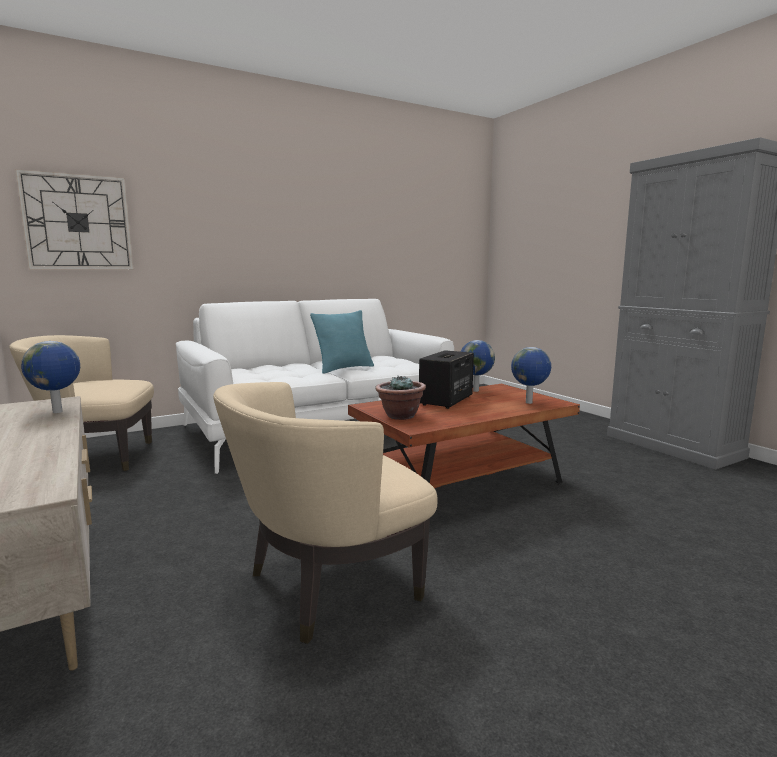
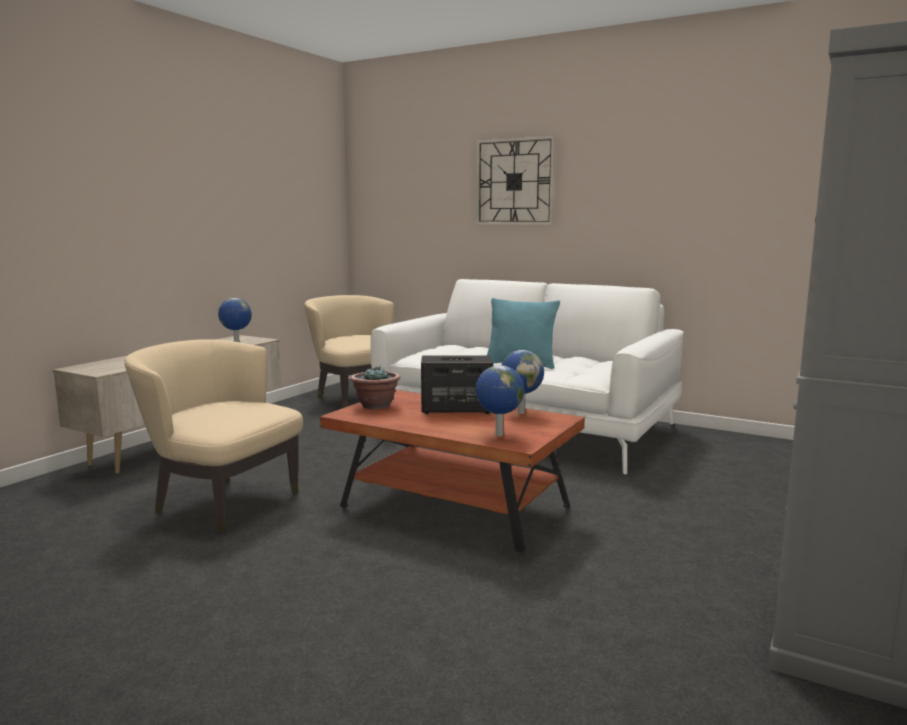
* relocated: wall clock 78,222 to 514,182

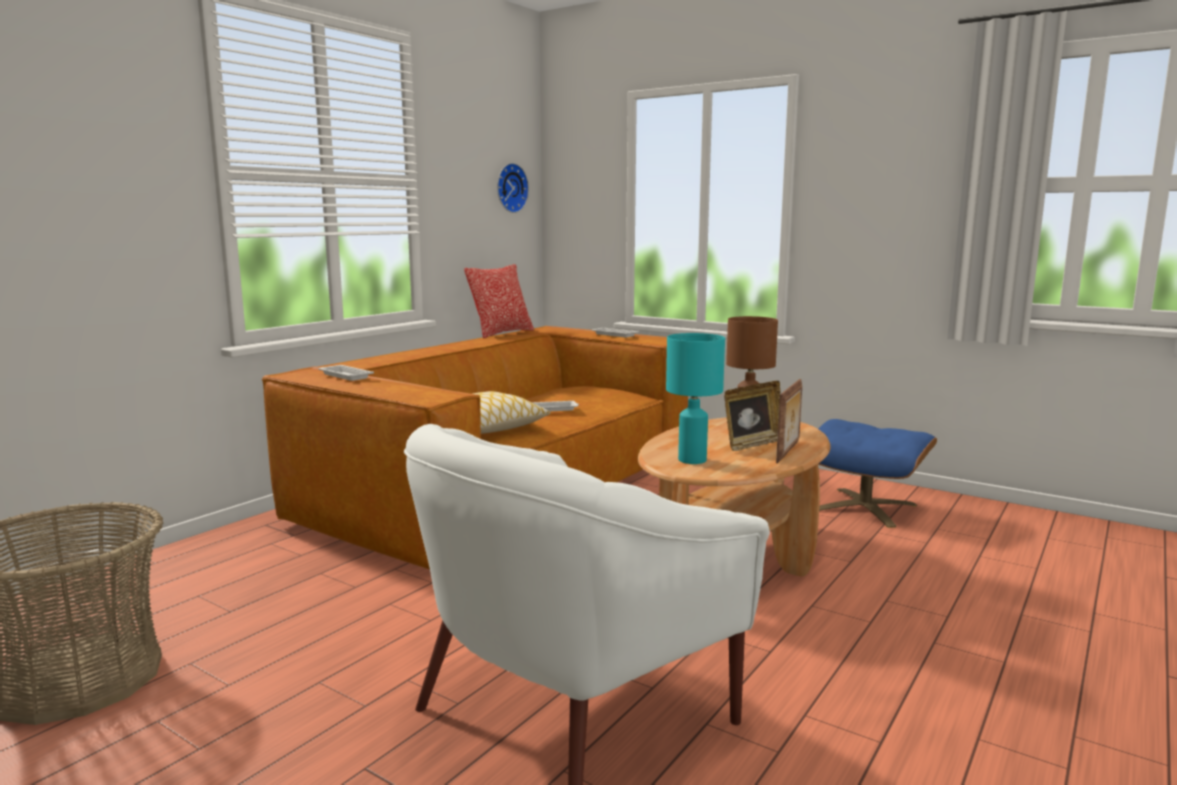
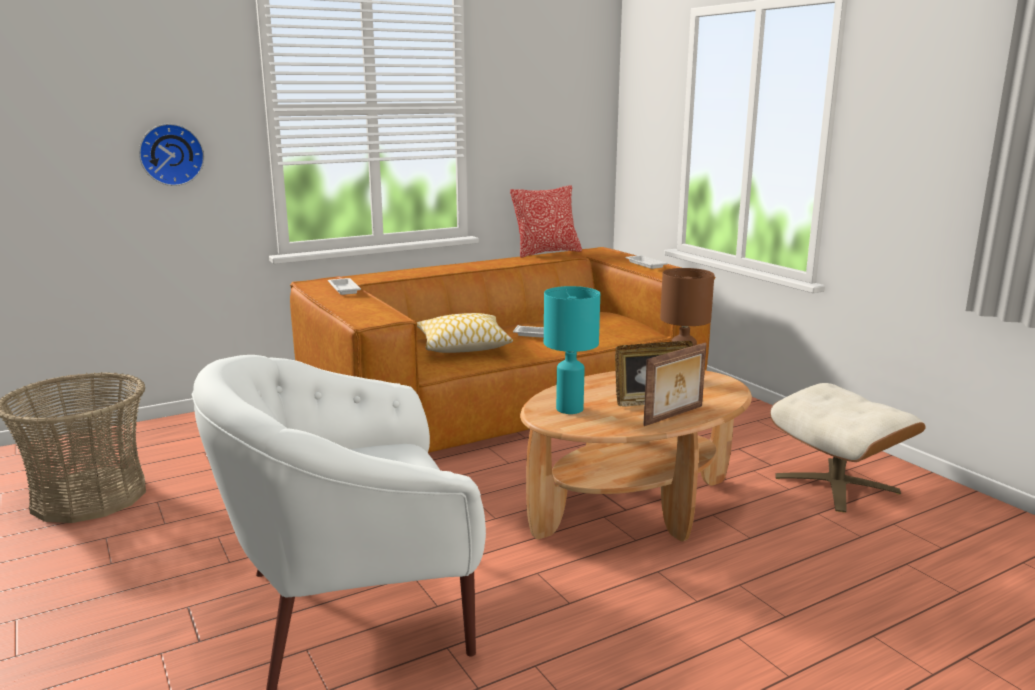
* relocated: wall clock 510,188 to 171,154
* colour: blue ottoman 865,507 to beige ottoman 837,484

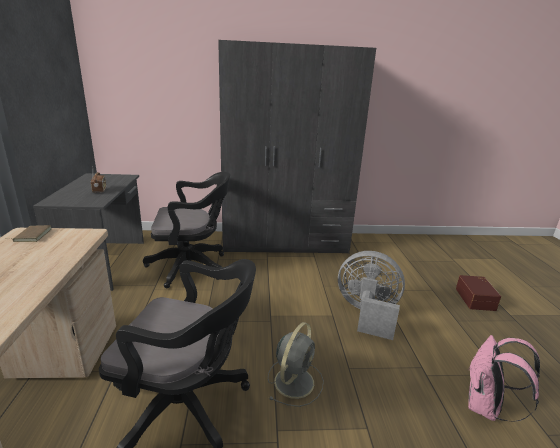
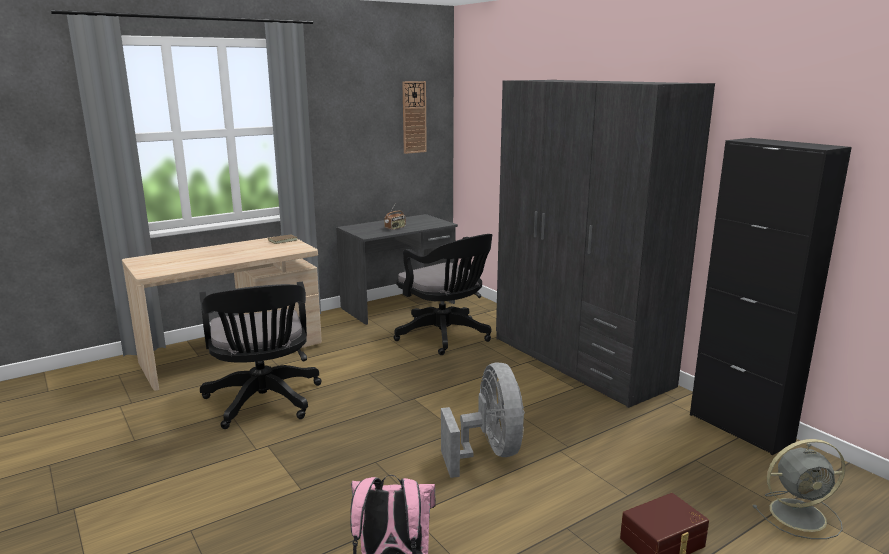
* appeared: wall clock 414,117
* appeared: black cabinet 740,428
* relocated: grey fan 295,381 to 800,514

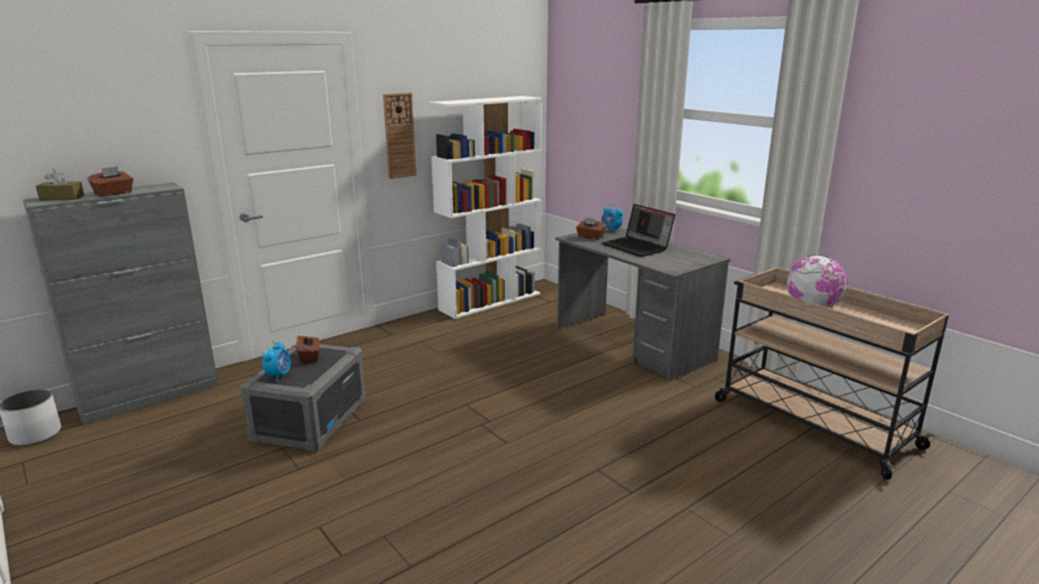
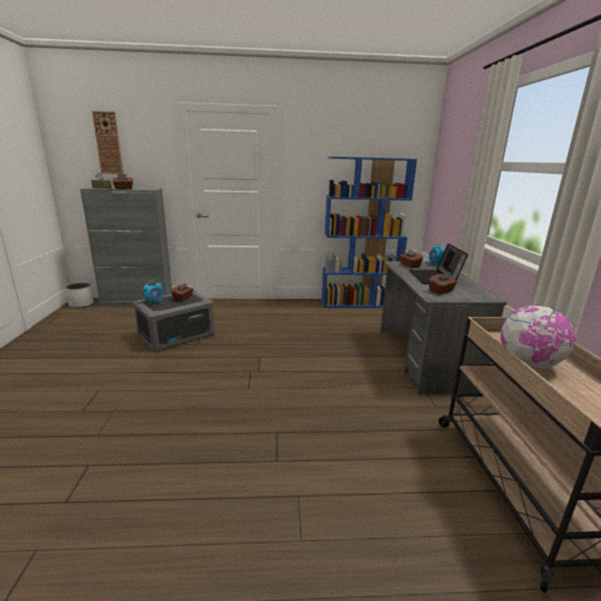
* relocated: wall clock 399,136 to 108,143
* colour: white bookcase 490,301 to blue bookcase 359,303
* appeared: brown tissue box 441,291

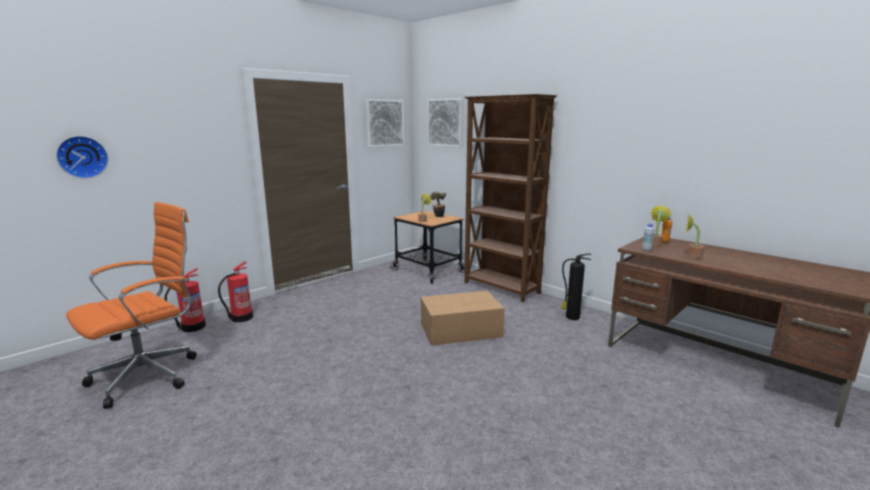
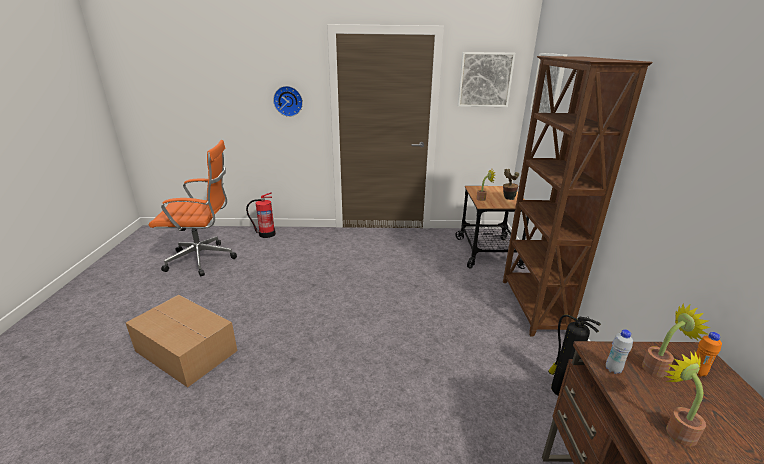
* relocated: cardboard box 462,330 to 186,352
* relocated: wall clock 82,157 to 288,101
* missing: fire extinguisher 241,318

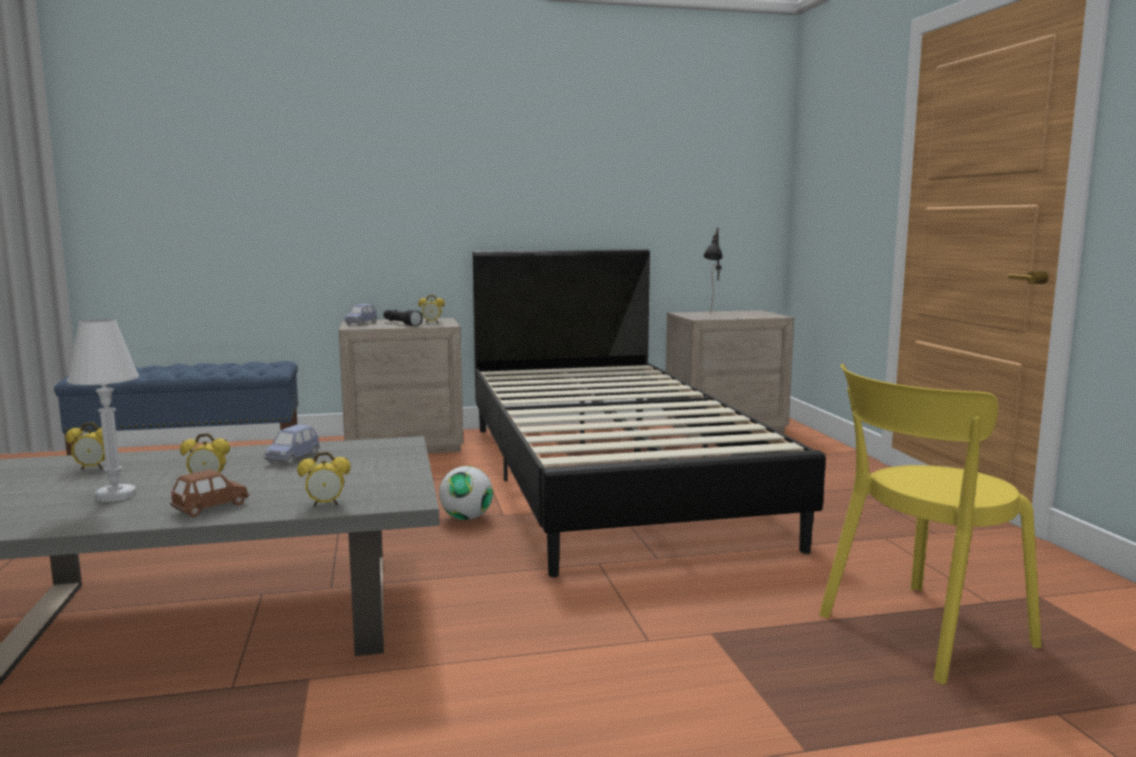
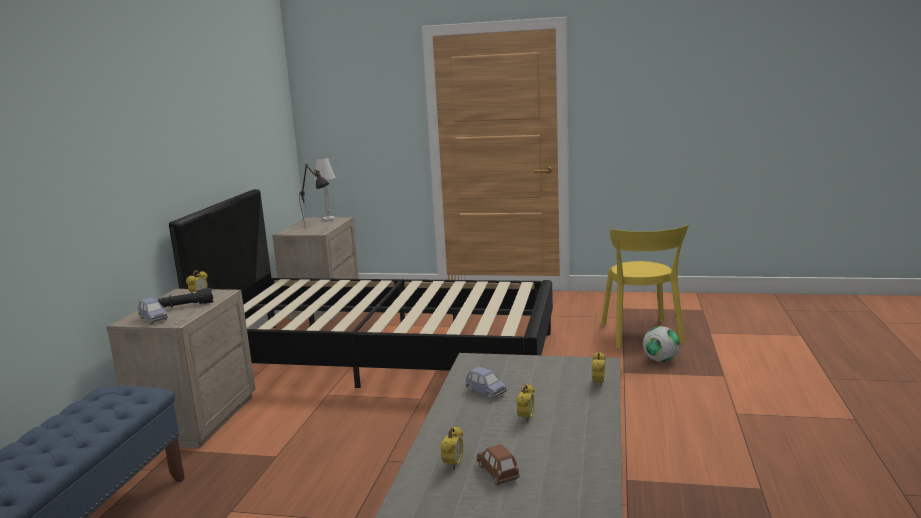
* relocated: white table lamp 115,495 to 328,219
* relocated: brown toy car 211,507 to 498,473
* relocated: football 466,518 to 660,360

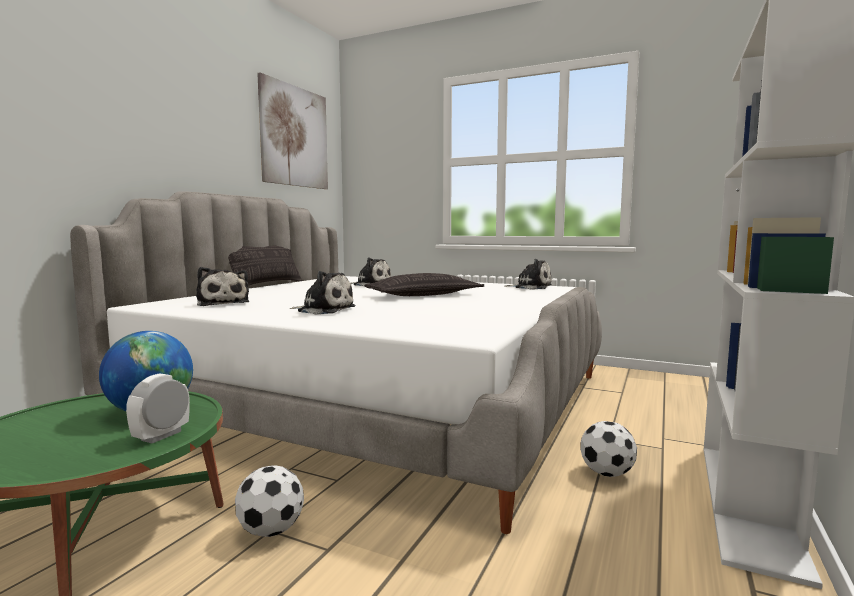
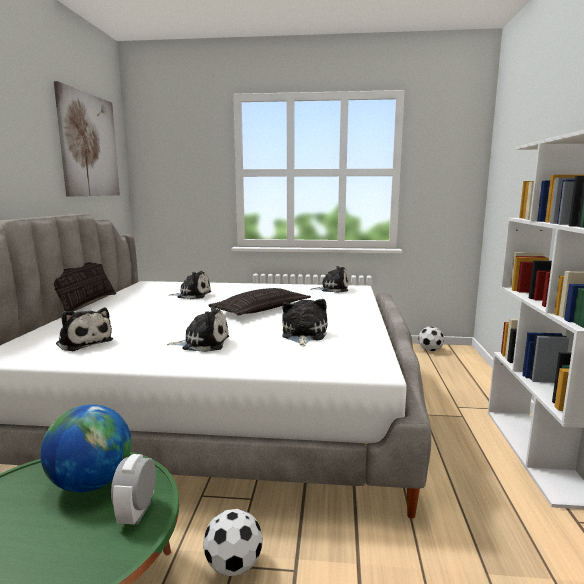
* appeared: plush toy 303,335
* relocated: football 607,473 to 430,350

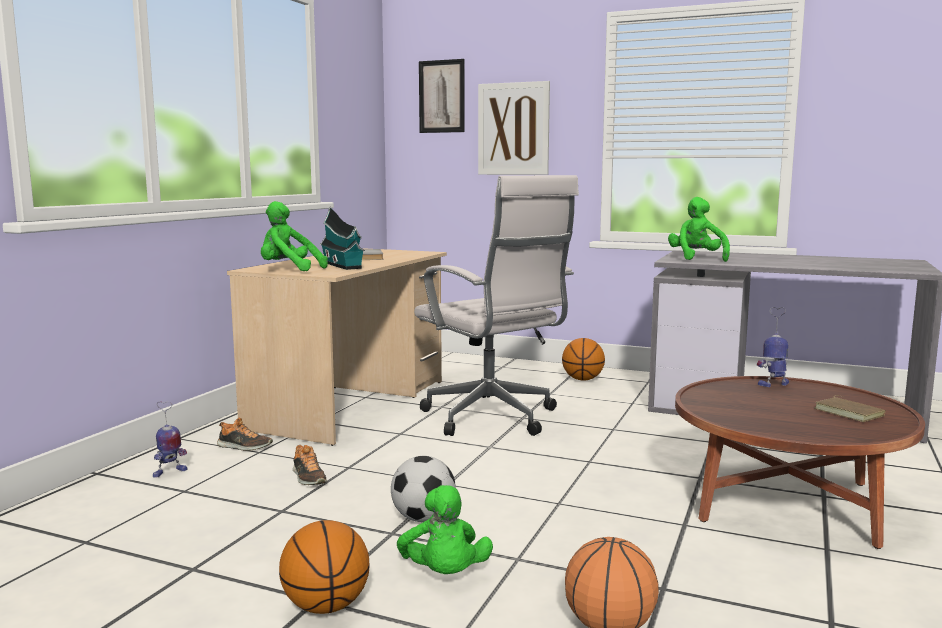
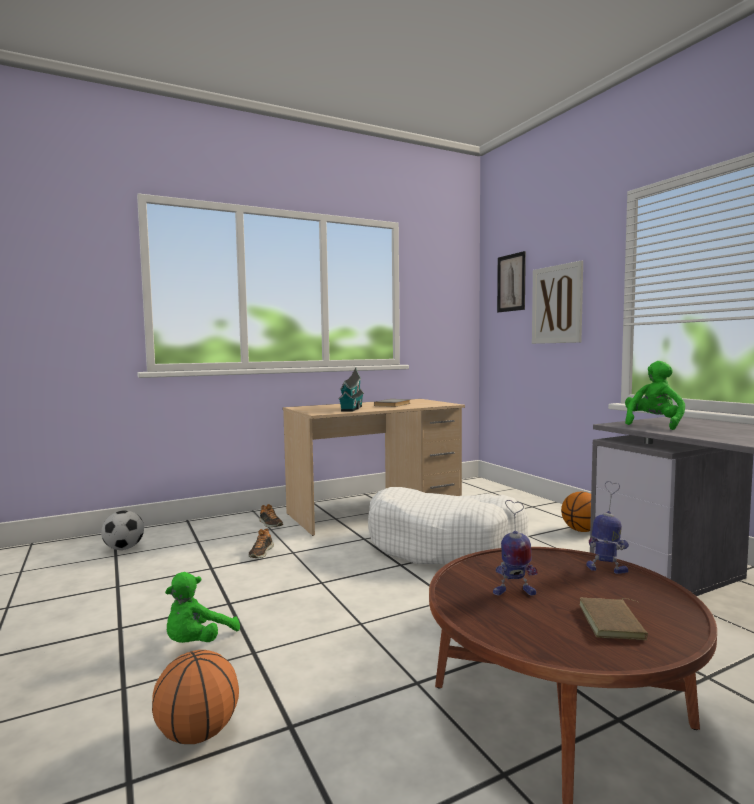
* relocated: football 423,518 to 124,548
* exchanged: white office chair 493,419 to white dog bed 445,545
* relocated: toy robot 169,472 to 513,592
* missing: green plush toy 288,270
* missing: basketball 325,607

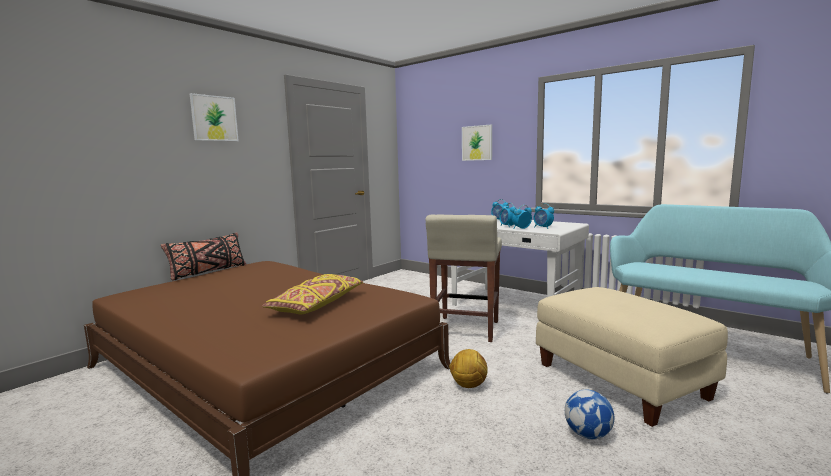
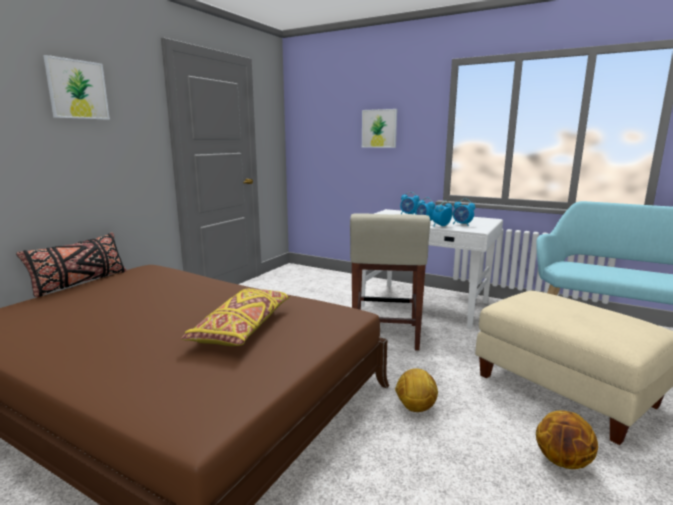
* exchanged: football 587,434 to basketball 563,461

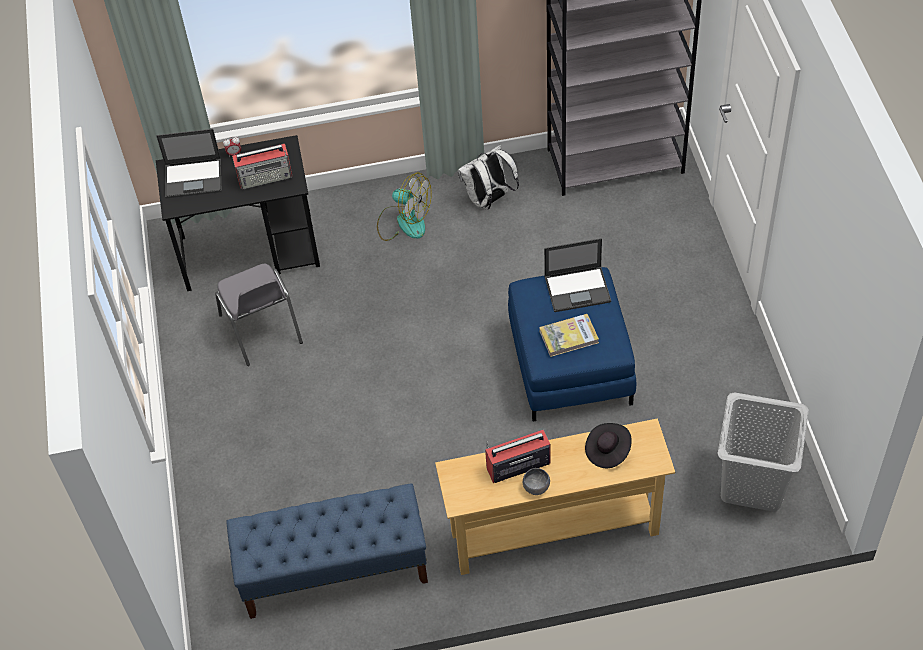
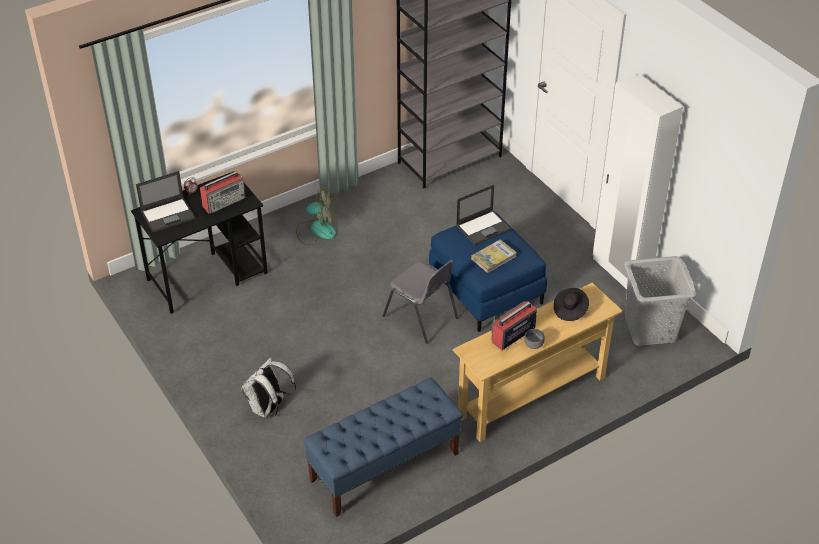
* relocated: white backpack 489,200 to 269,408
* relocated: grey chair 261,330 to 421,317
* appeared: white wardrobe 620,272

